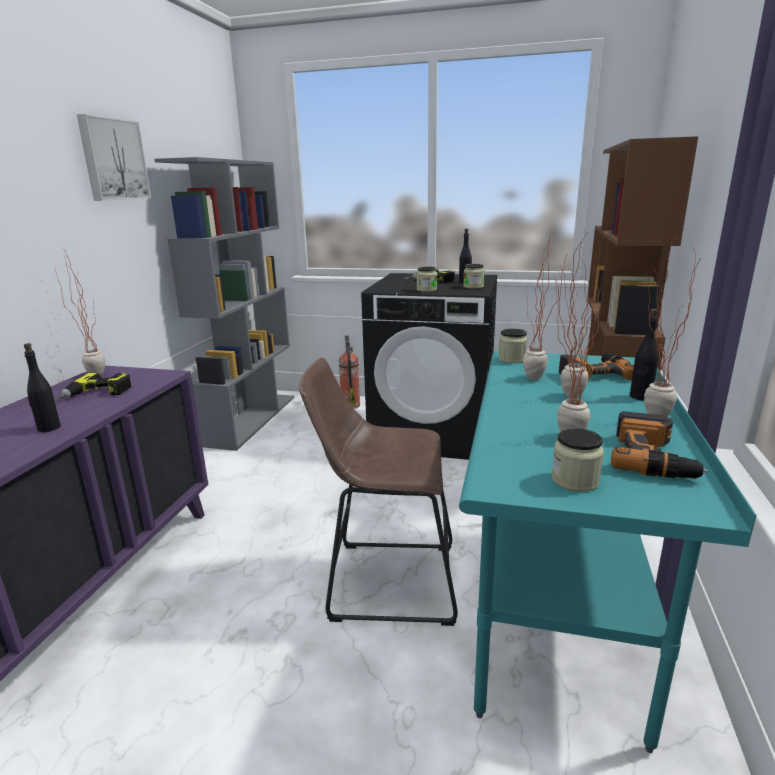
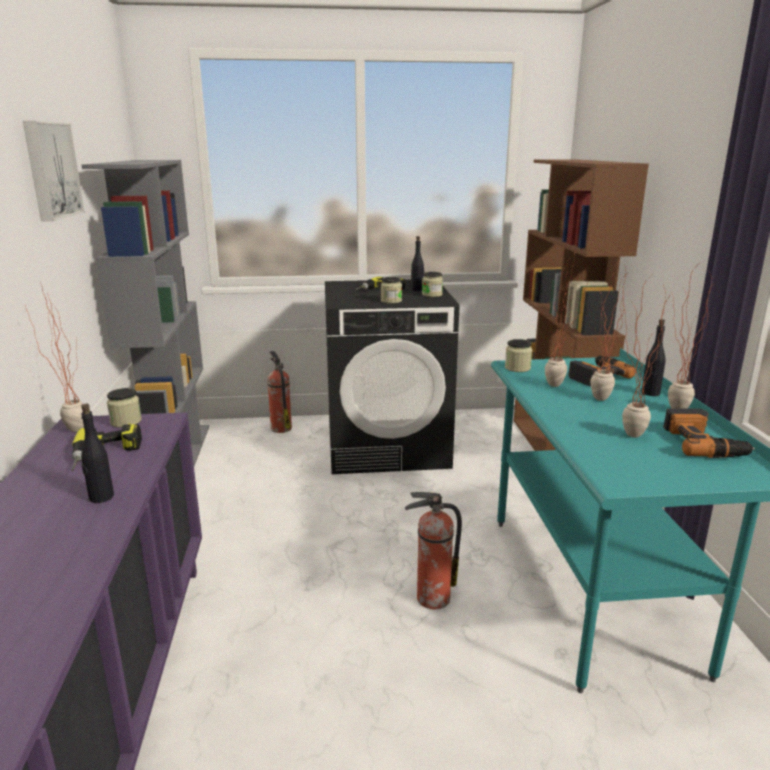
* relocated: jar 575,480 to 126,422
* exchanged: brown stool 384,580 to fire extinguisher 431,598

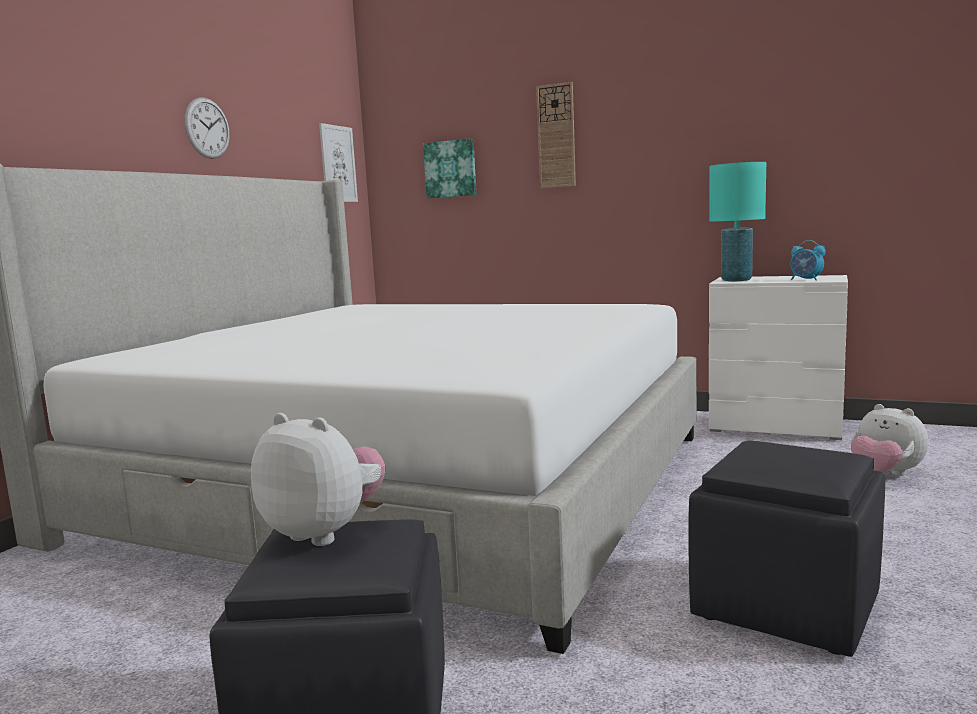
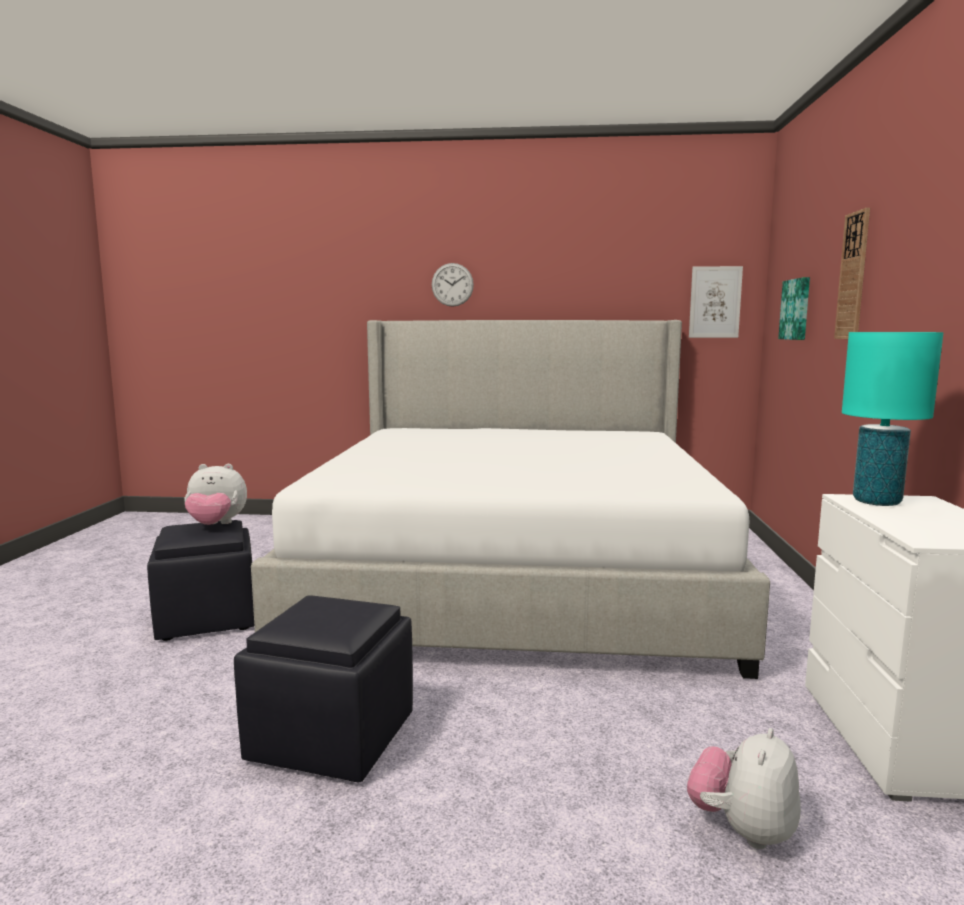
* spun: plush toy 324,532 = 216,525 75 degrees clockwise
* relocated: wall clock 207,128 to 452,284
* missing: alarm clock 806,280

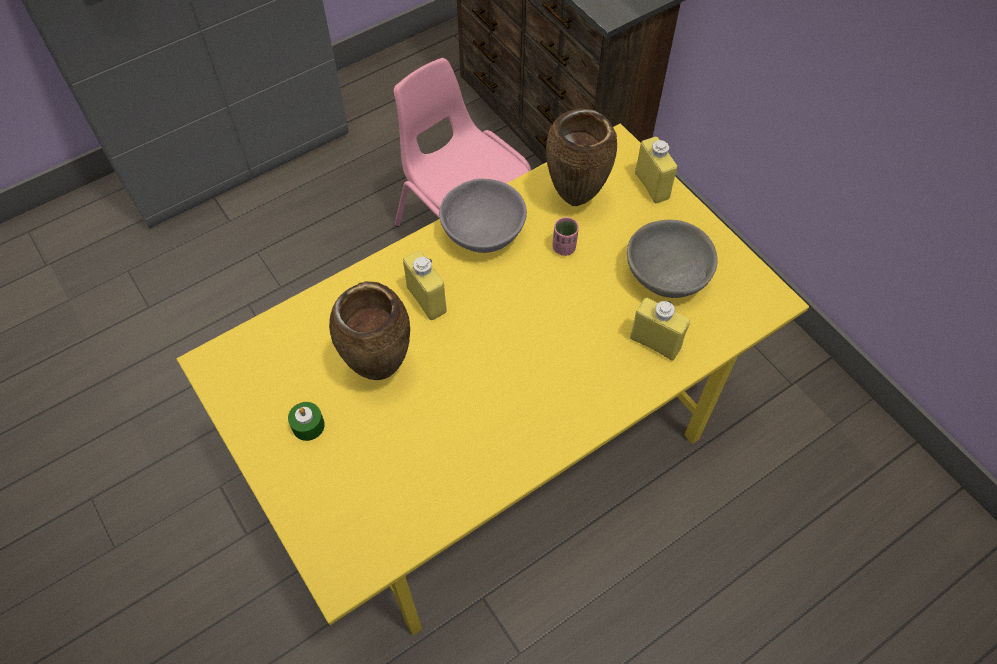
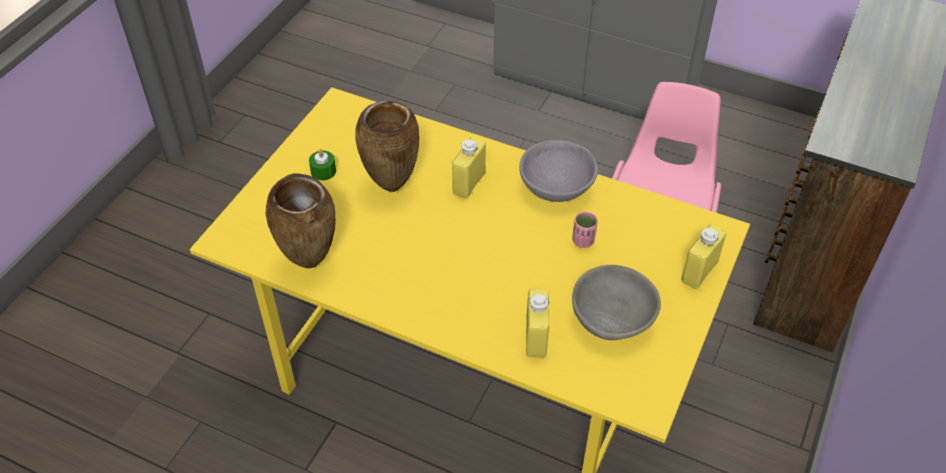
* relocated: brown vase 576,198 to 311,262

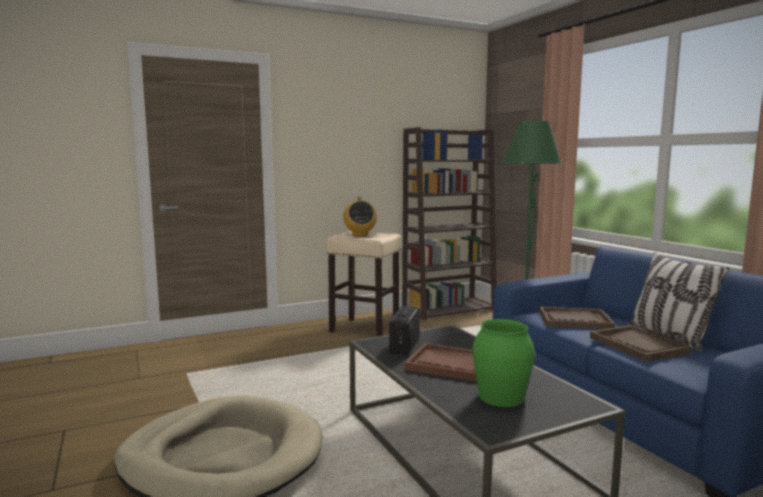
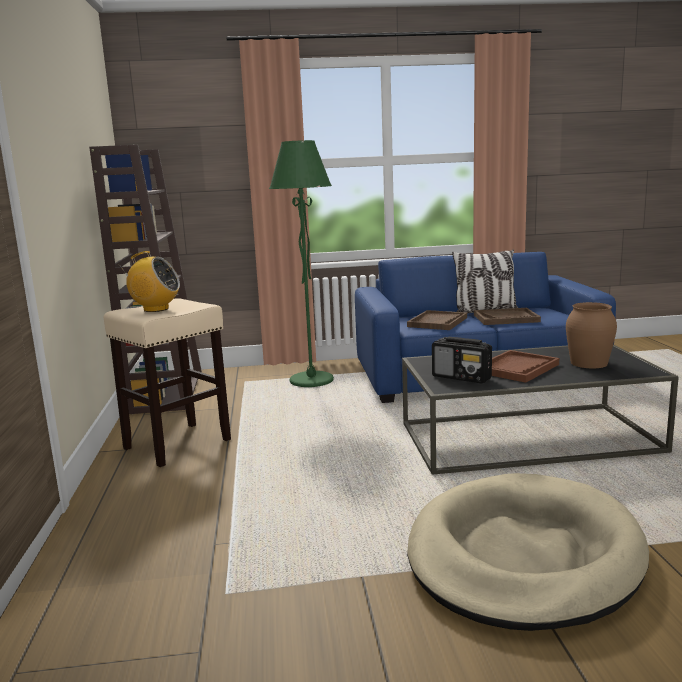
* colour: green vase 501,397 to brown vase 589,363

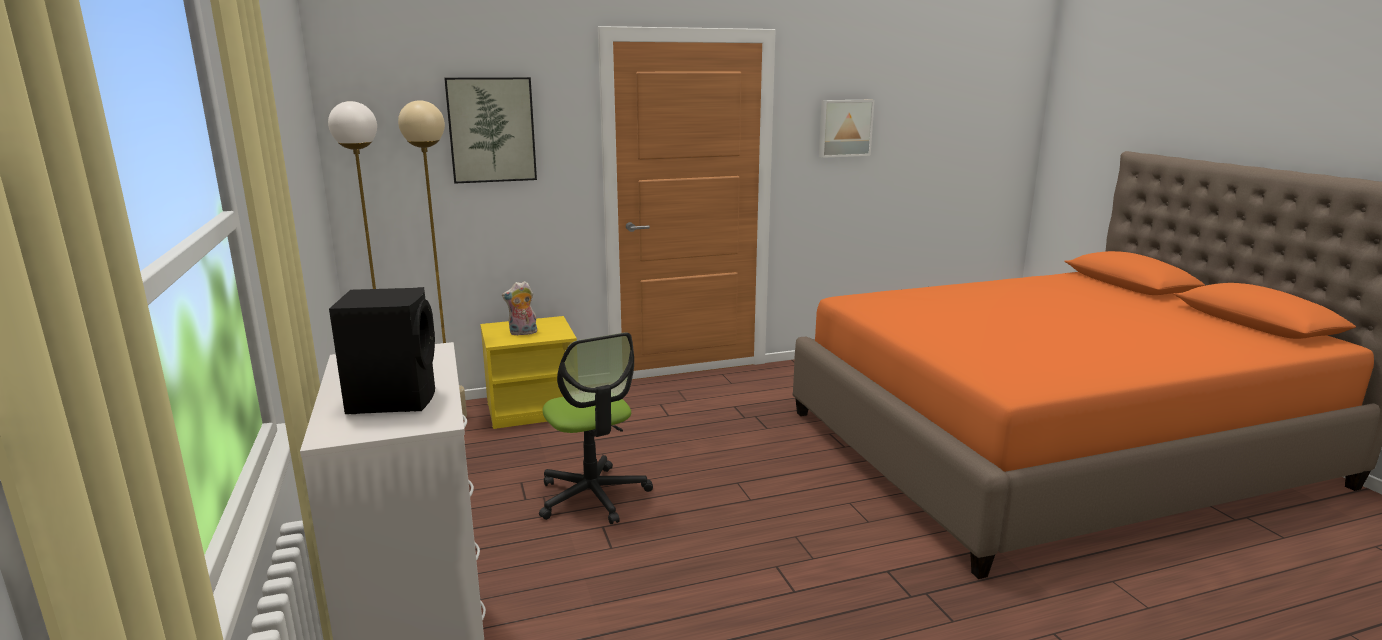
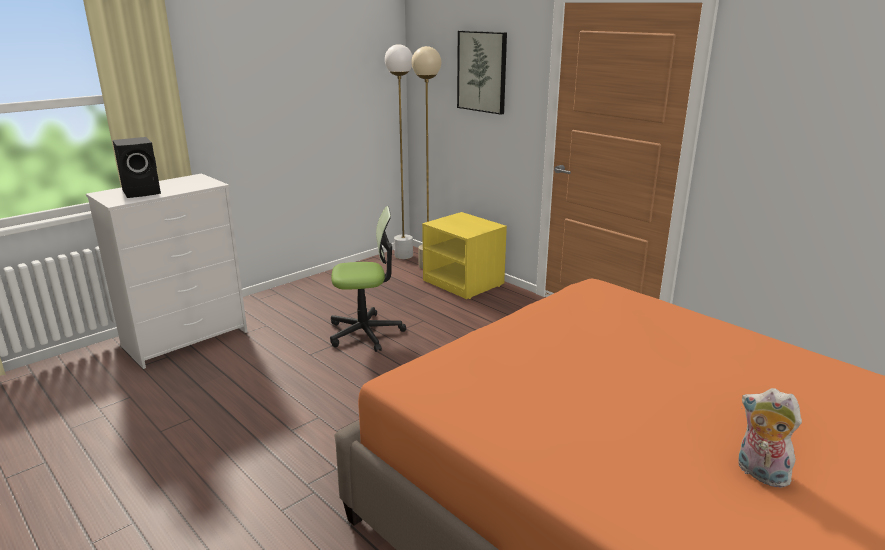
* spun: office chair 593,496 = 365,333 135 degrees counterclockwise
* relocated: plush toy 522,333 to 759,474
* missing: picture 844,128

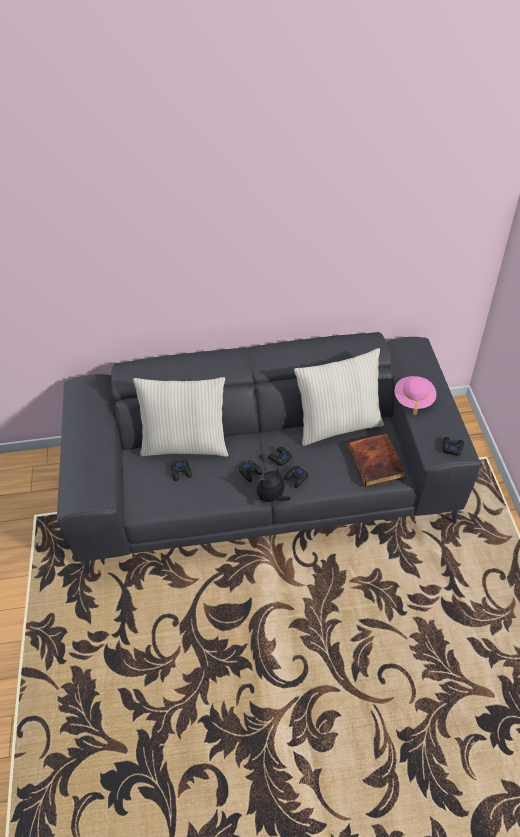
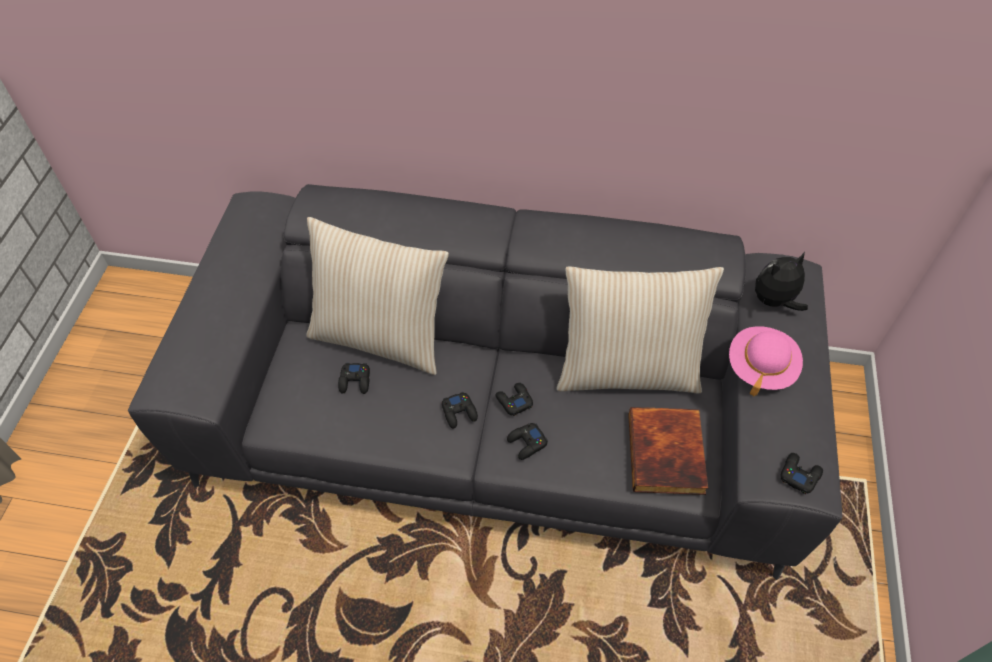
* relocated: plush toy 272,497 to 774,301

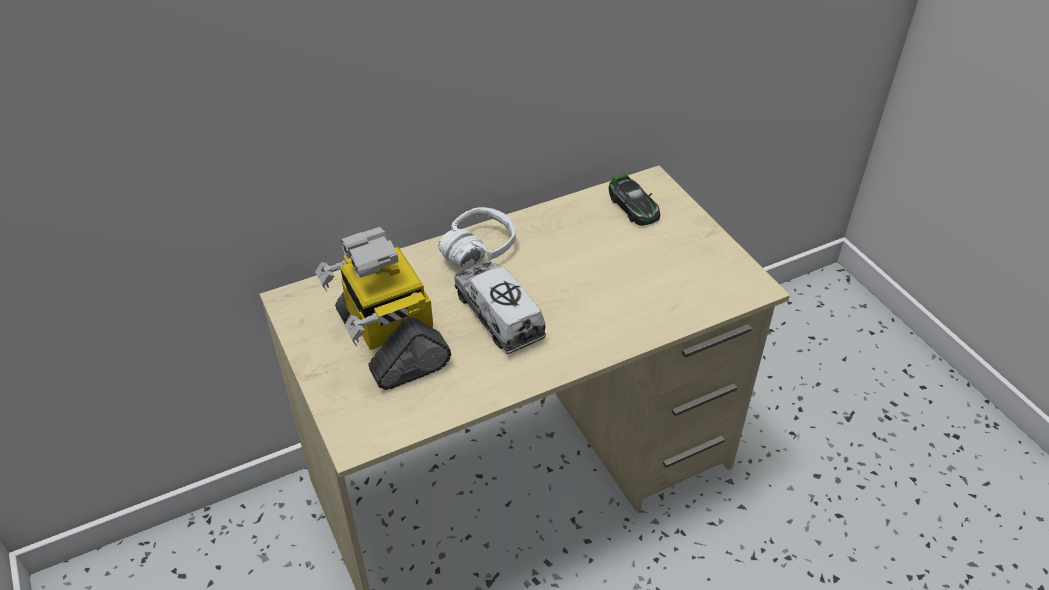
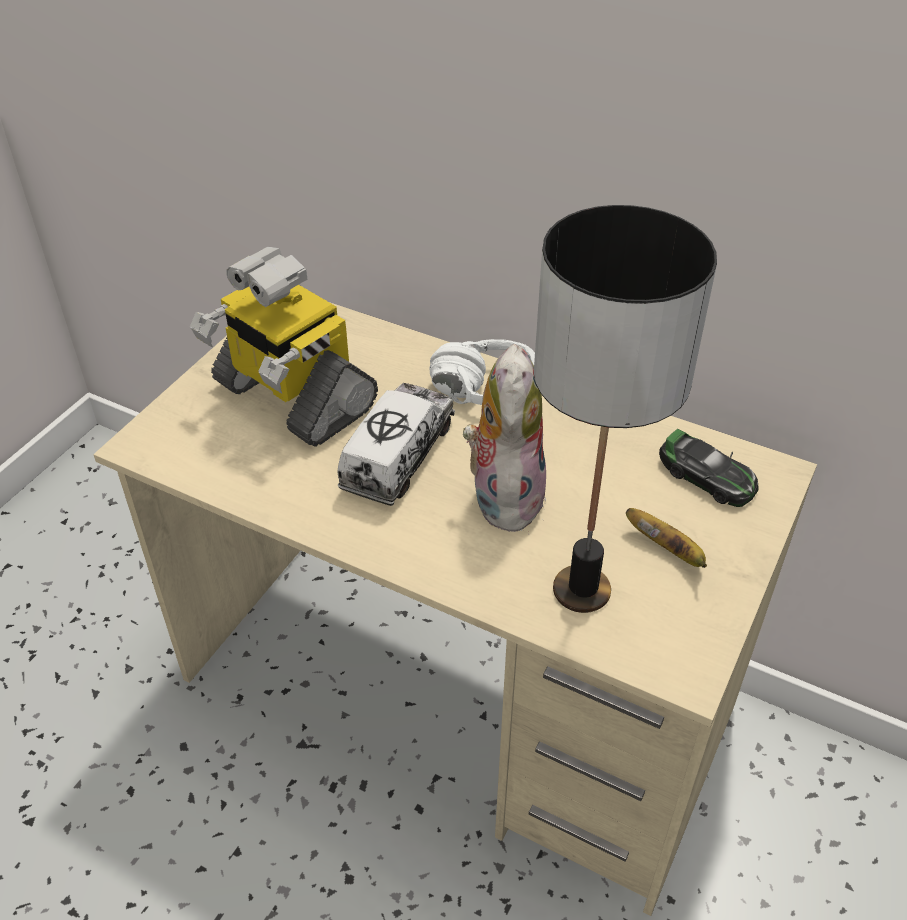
* spun: toy robot 390,340 = 292,397 75 degrees counterclockwise
* appeared: plush toy 503,494
* appeared: table lamp 581,591
* appeared: banana 667,550
* spun: toy car 633,206 = 706,476 75 degrees counterclockwise

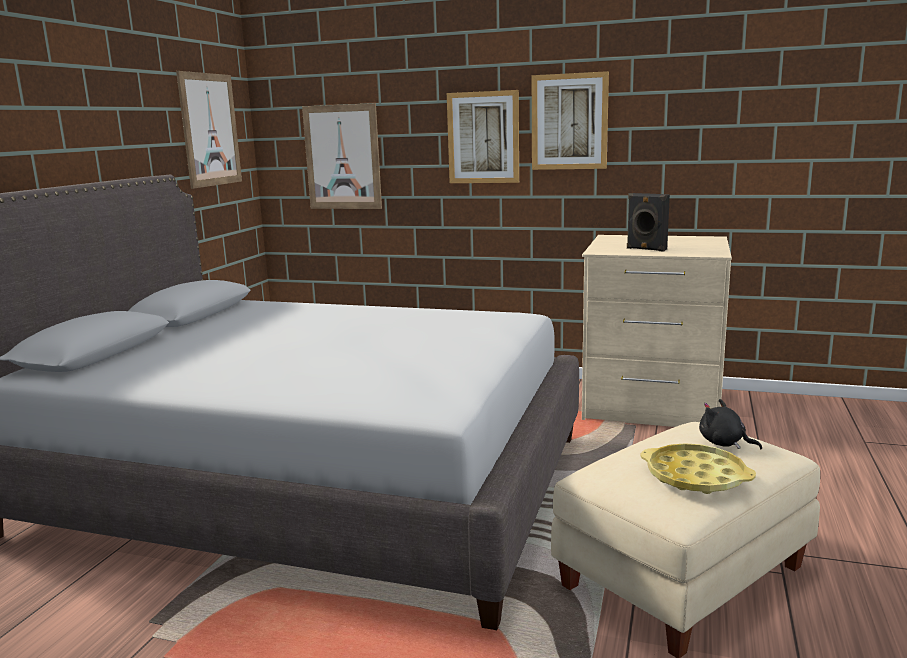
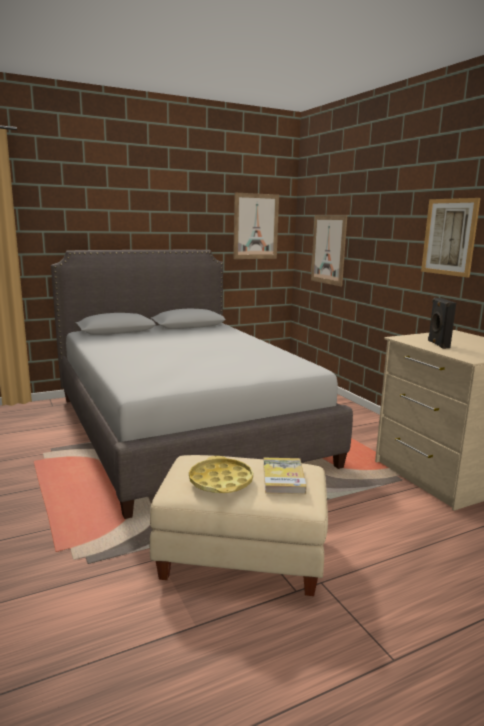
* exchanged: black plush toy 724,443 to book 283,478
* missing: picture 483,137

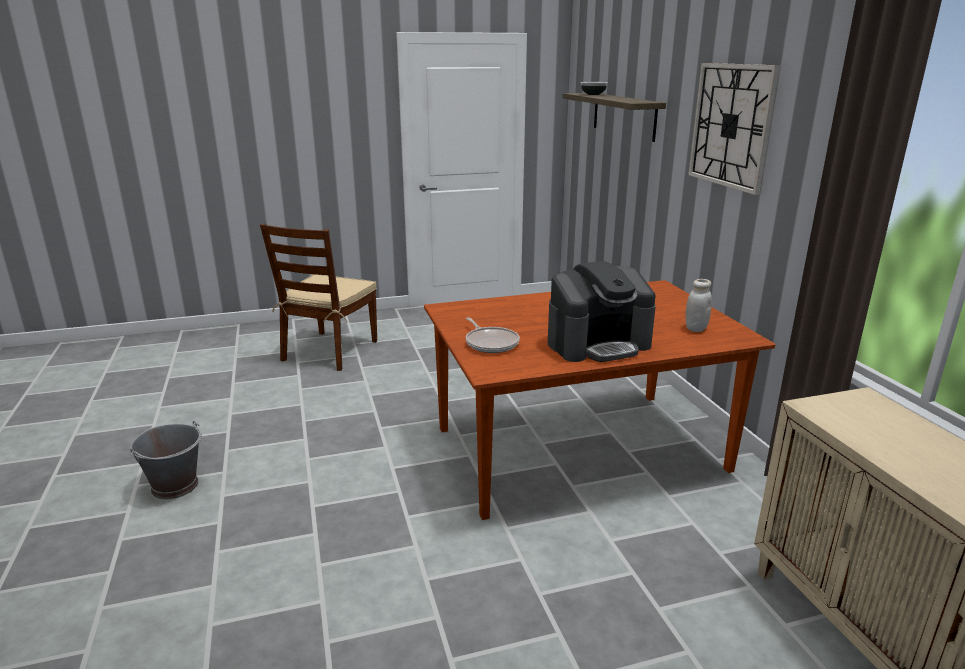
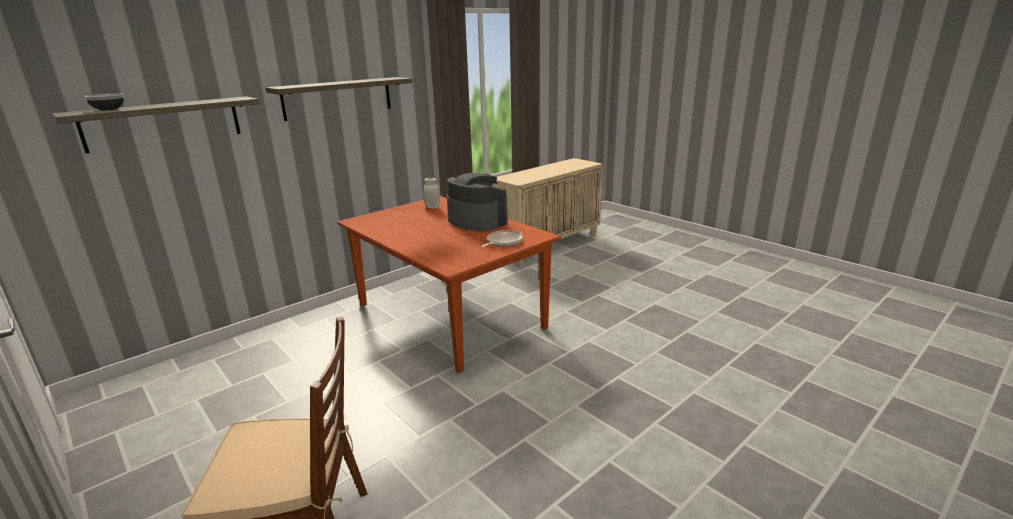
* exchanged: wall clock 731,126 to shelf 338,98
* missing: grey bucket 176,486

